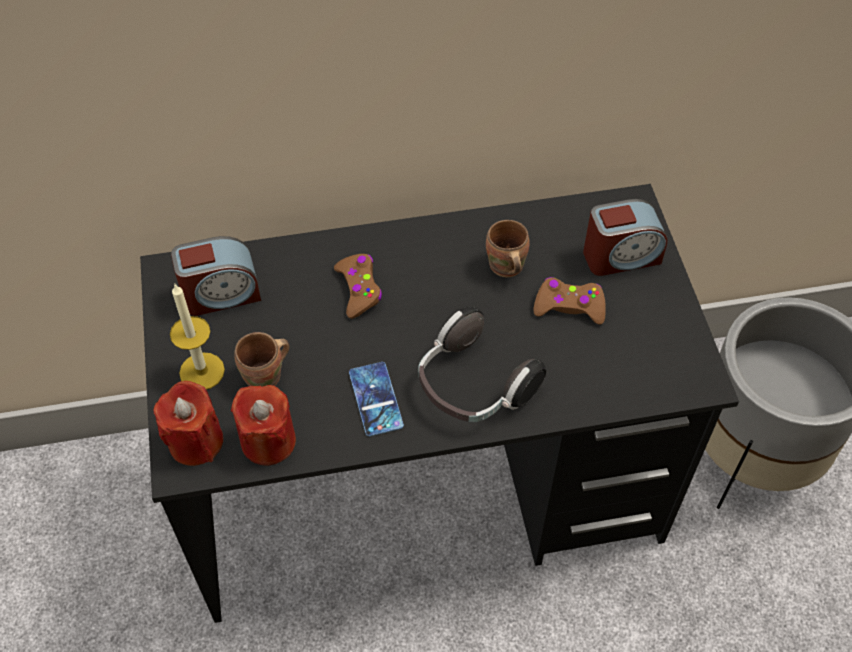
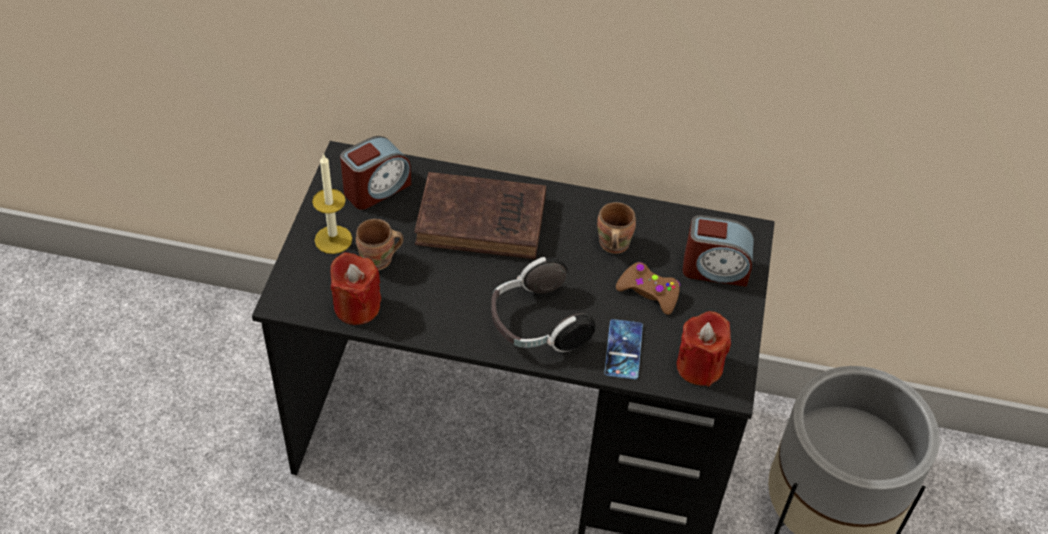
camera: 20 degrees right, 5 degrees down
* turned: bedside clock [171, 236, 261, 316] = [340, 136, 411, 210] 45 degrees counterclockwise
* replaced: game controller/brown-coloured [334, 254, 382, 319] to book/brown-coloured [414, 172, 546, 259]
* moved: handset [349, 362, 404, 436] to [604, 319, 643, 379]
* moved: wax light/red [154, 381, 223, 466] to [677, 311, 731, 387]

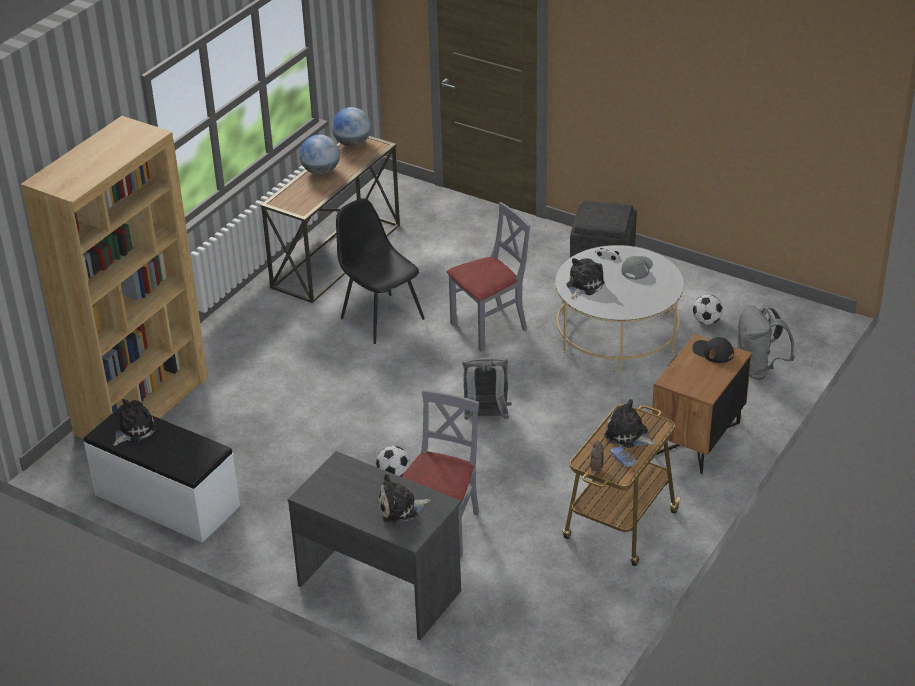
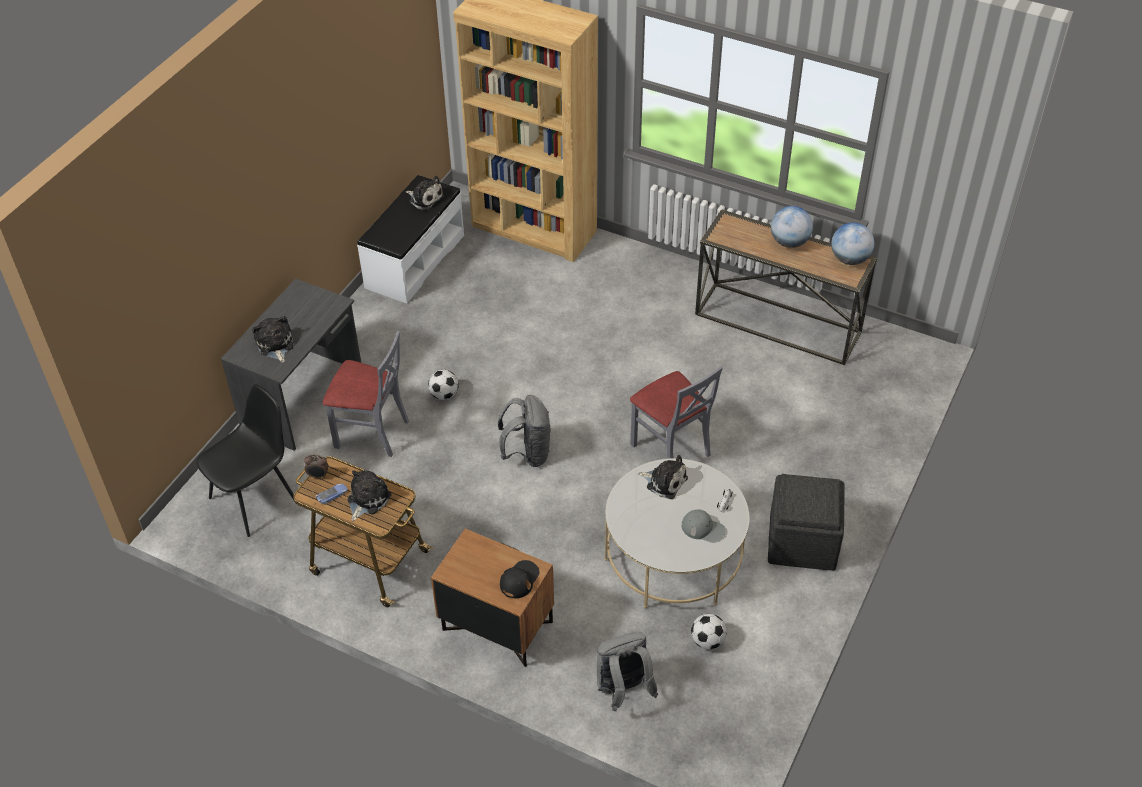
camera: 85 degrees right, 10 degrees up
* moved: chair/black [336, 199, 425, 344] to [197, 384, 297, 537]

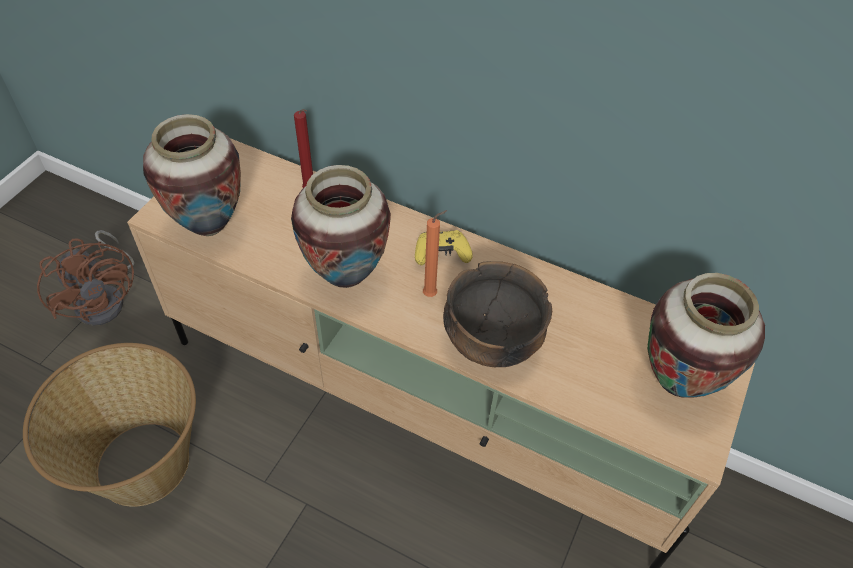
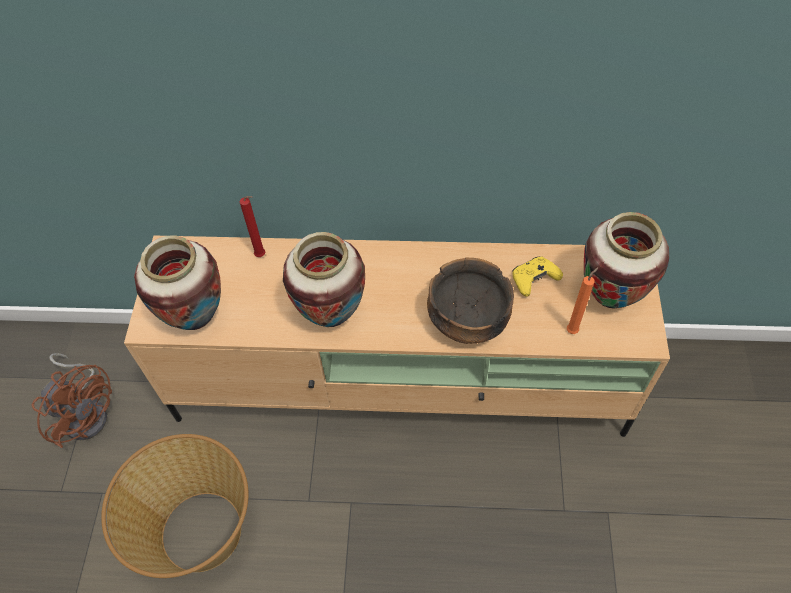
camera: 20 degrees left, 5 degrees up
* moved: wax light/orangey [423, 210, 447, 297] to [567, 267, 599, 334]
* moved: game controller/yellow-coloured [415, 230, 473, 265] to [512, 256, 563, 296]

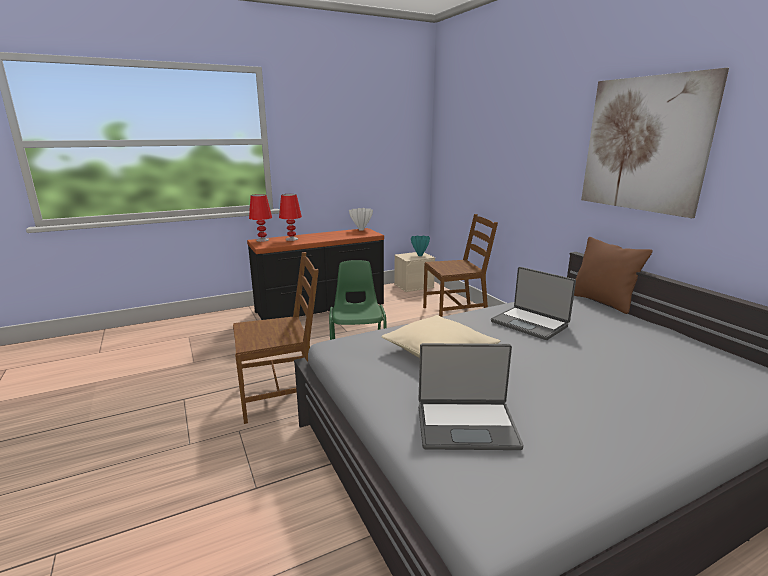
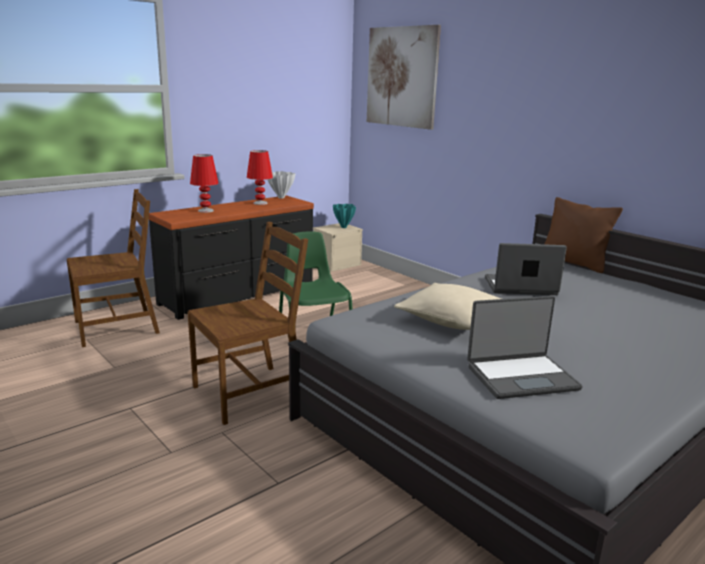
camera: 15 degrees left, 0 degrees up
* moved: picture [581, 68, 729, 218] to [367, 25, 441, 130]
* moved: lamp for a table/red [249, 194, 272, 242] to [247, 150, 273, 205]
* moved: chair/brown-coloured [423, 214, 498, 317] to [67, 189, 160, 347]
* turned: notebook computer [491, 267, 576, 340] = [485, 243, 567, 295] 150 degrees clockwise

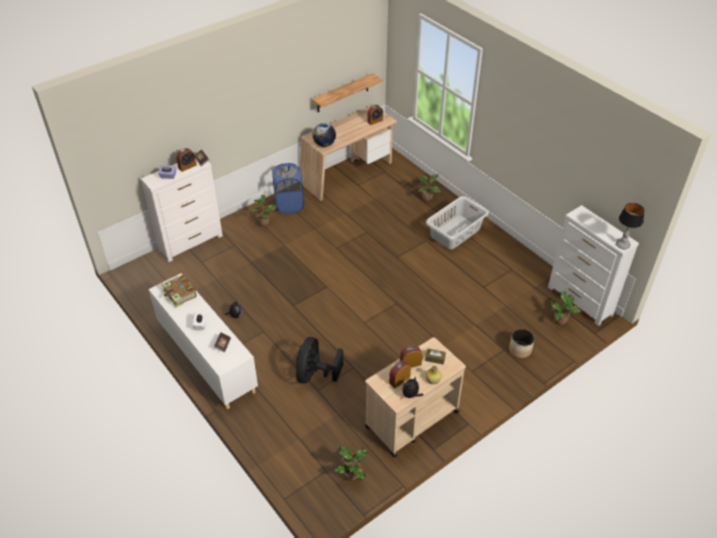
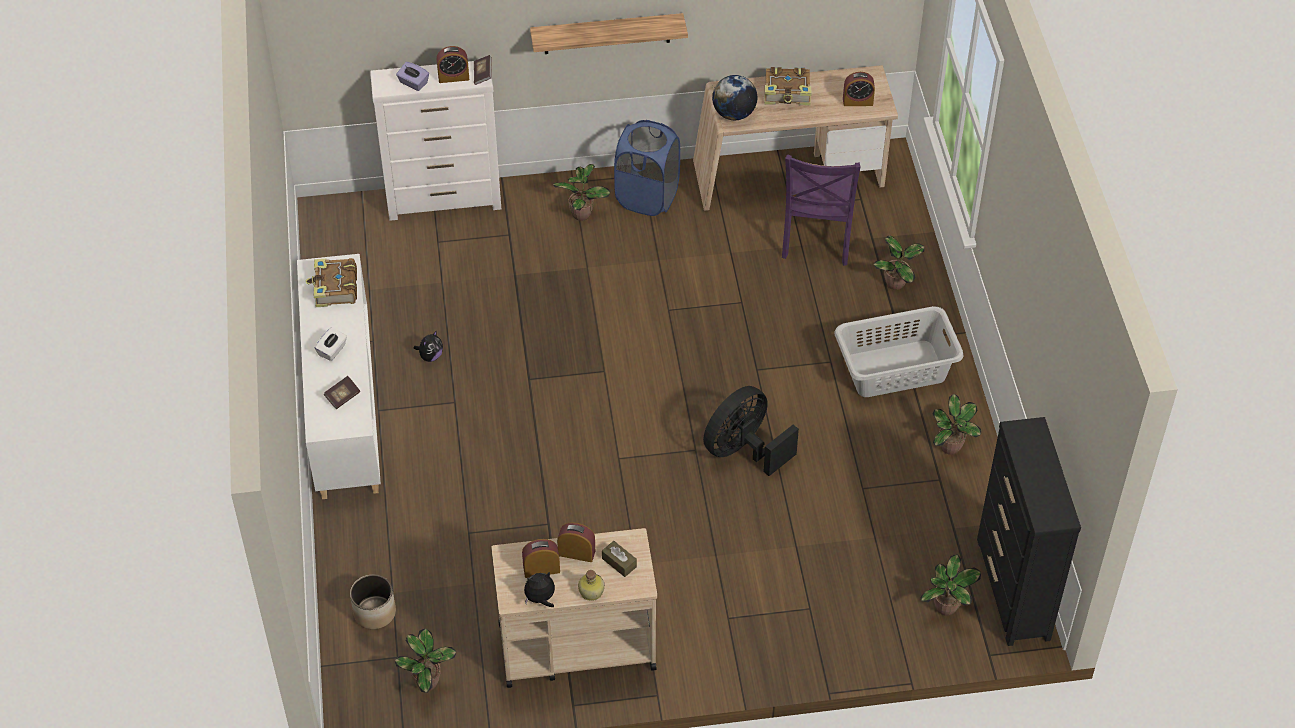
camera: 30 degrees right, 5 degrees up
* moved: bracket shelf [312, 73, 383, 112] to [530, 13, 688, 54]
* removed: lamp for a table [616, 203, 645, 249]
* recoloured: chest of drawers/whitish [548, 205, 639, 326] to chest of drawers/black [977, 417, 1081, 646]
* moved: plant pot [509, 329, 535, 358] to [350, 575, 396, 629]
* moved: cooling fan/black [296, 337, 343, 384] to [703, 386, 799, 476]
* added: book [764, 67, 811, 106]
* added: chair/purple [782, 154, 860, 266]
* added: houseplant [933, 394, 981, 455]

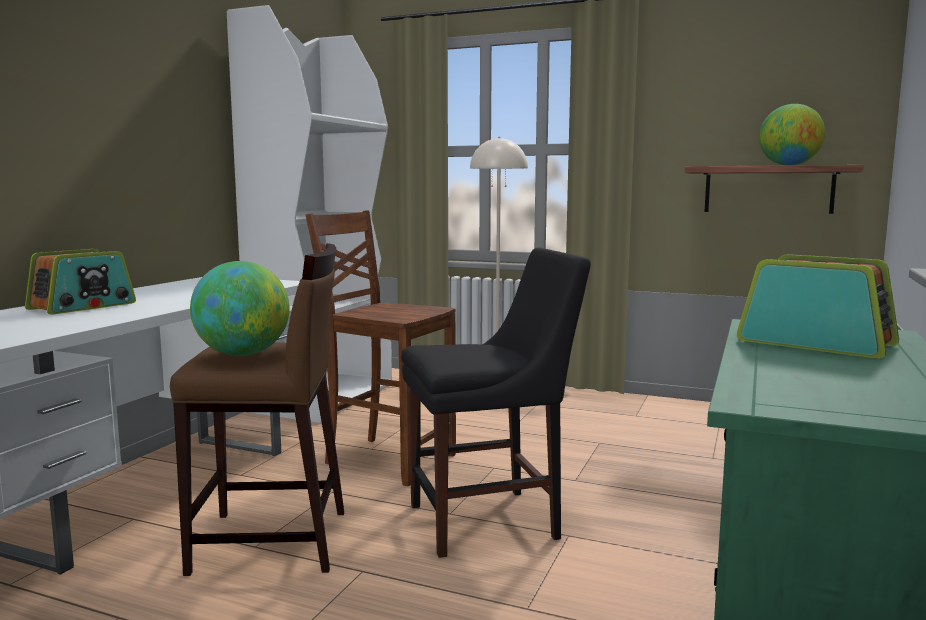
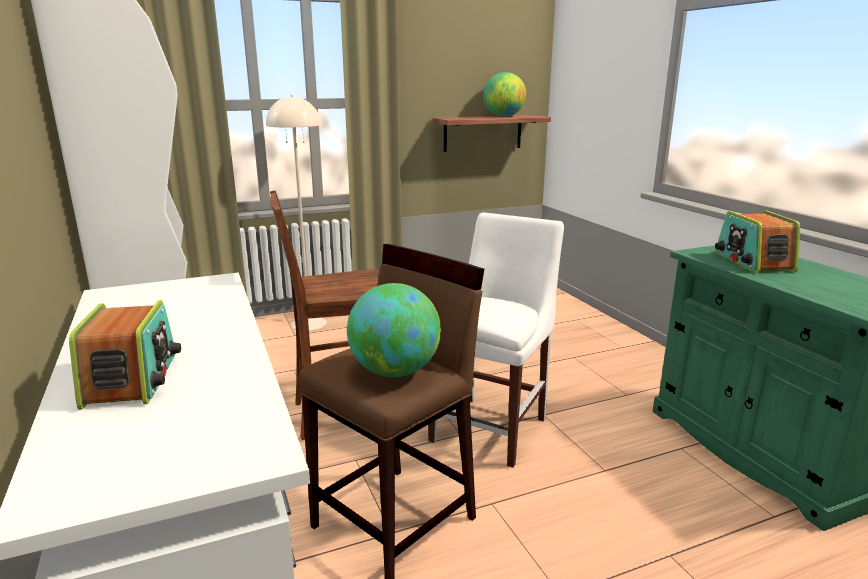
camera: 45 degrees left, 10 degrees up
* recoloured: chair/black [401, 247, 591, 558] to chair/whitish [428, 212, 564, 468]
* turned: radio set [737, 254, 899, 359] = [715, 210, 800, 273] 90 degrees counterclockwise

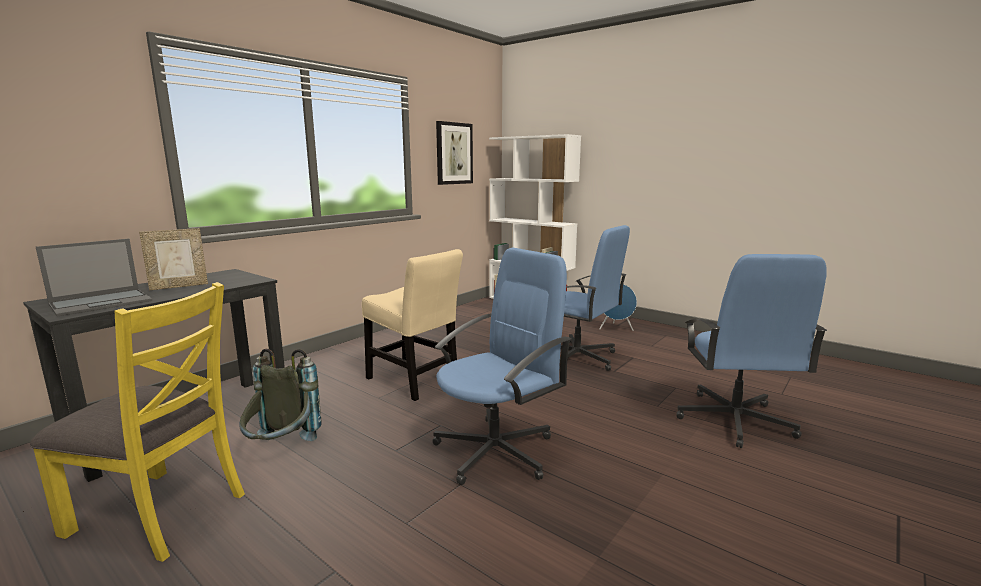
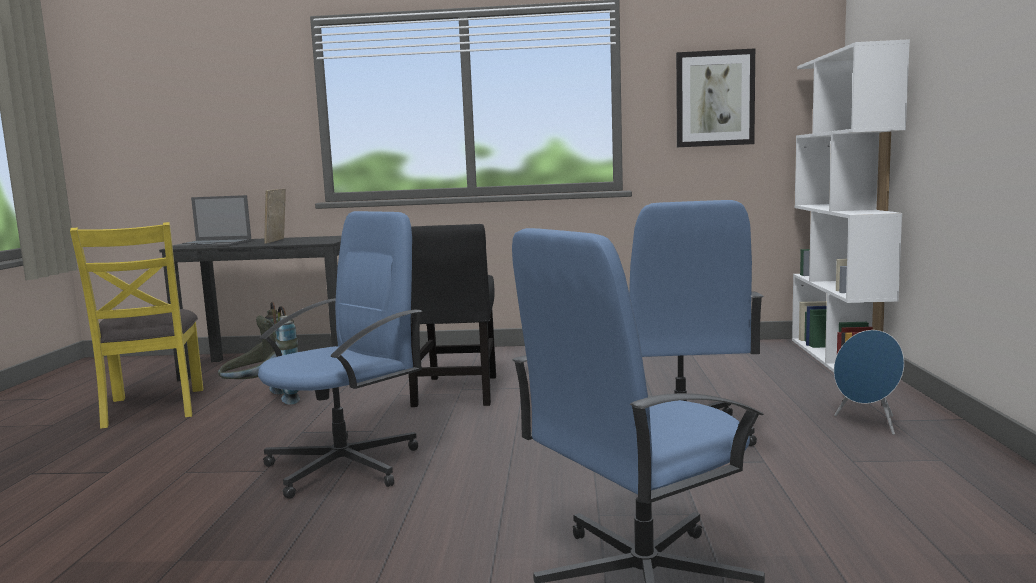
camera: 55 degrees right, 5 degrees down
* turned: standing frame [139, 228, 208, 290] = [264, 189, 286, 244] 75 degrees clockwise
* turned: computer chair/blue-coloured [432, 248, 571, 485] = [258, 211, 422, 499] 60 degrees counterclockwise
* recoloured: chair/sand-coloured [362, 249, 463, 401] to chair/black [409, 224, 496, 407]

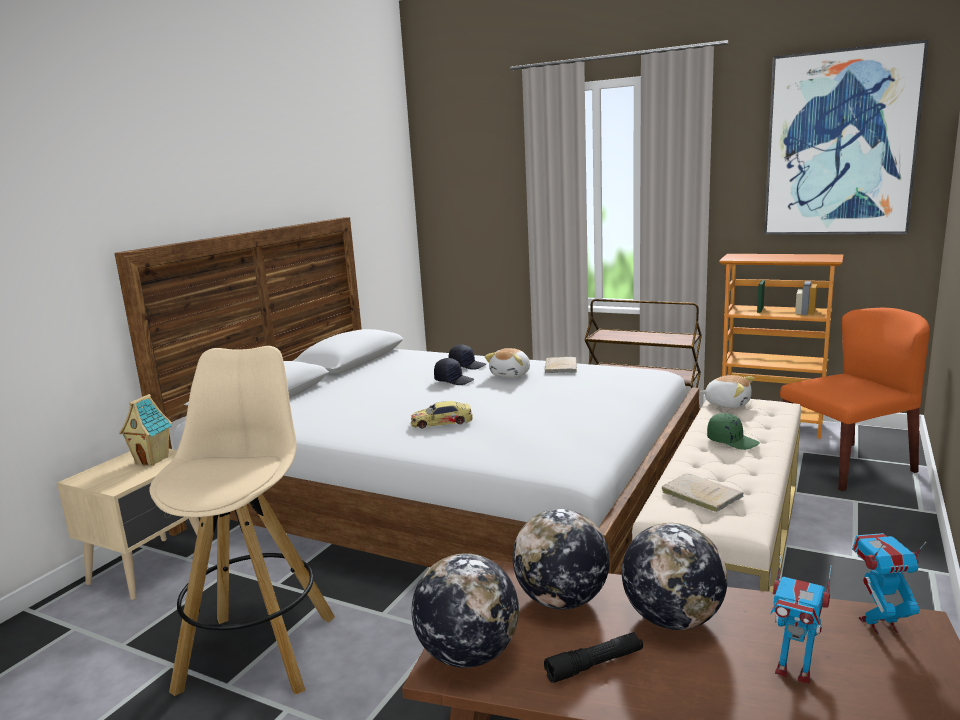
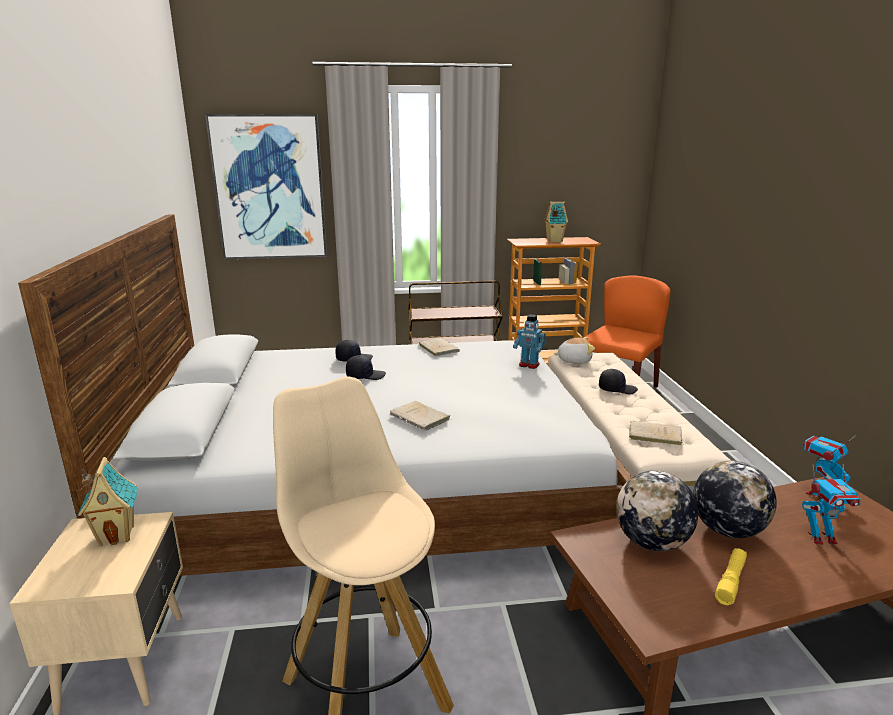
camera: 35 degrees left, 5 degrees up
* moved: picture [764, 39, 929, 235] to [205, 114, 327, 259]
* removed: cuddly toy [485, 348, 530, 378]
* replaced: toy car [411, 401, 473, 429] to book/sand-coloured [390, 401, 451, 430]
* recoloured: baseball cap/greenish [707, 413, 760, 450] to baseball cap/black [599, 369, 638, 394]
* removed: globe [411, 553, 519, 668]
* recoloured: flashlight/black [544, 632, 643, 683] to flashlight/yellow-coloured [715, 548, 747, 605]
* added: miniature house [544, 202, 568, 242]
* added: toy robot [513, 314, 546, 369]

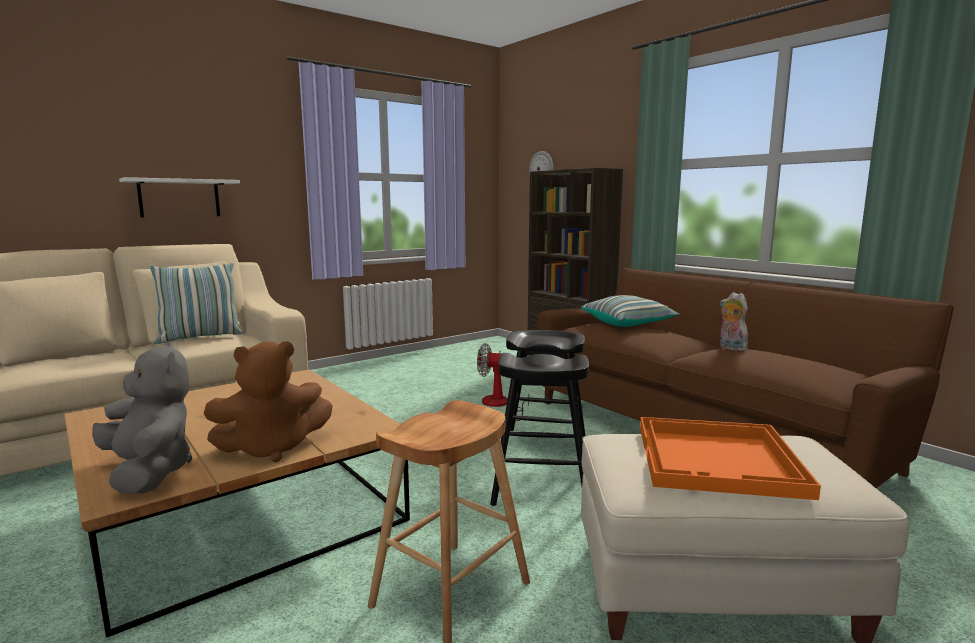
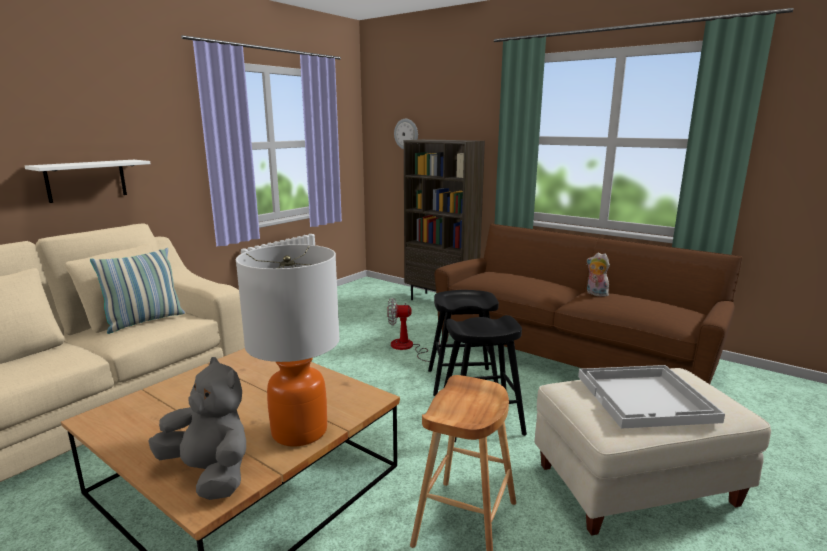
camera: 15 degrees left, 5 degrees up
* removed: cushion [581, 295, 680, 327]
* replaced: cuddly toy/brown-coloured [204, 341, 333, 462] to lamp for a table [236, 244, 340, 447]
* recoloured: tray/orangey [640, 417, 821, 500] to tray/whitish [578, 365, 725, 429]

